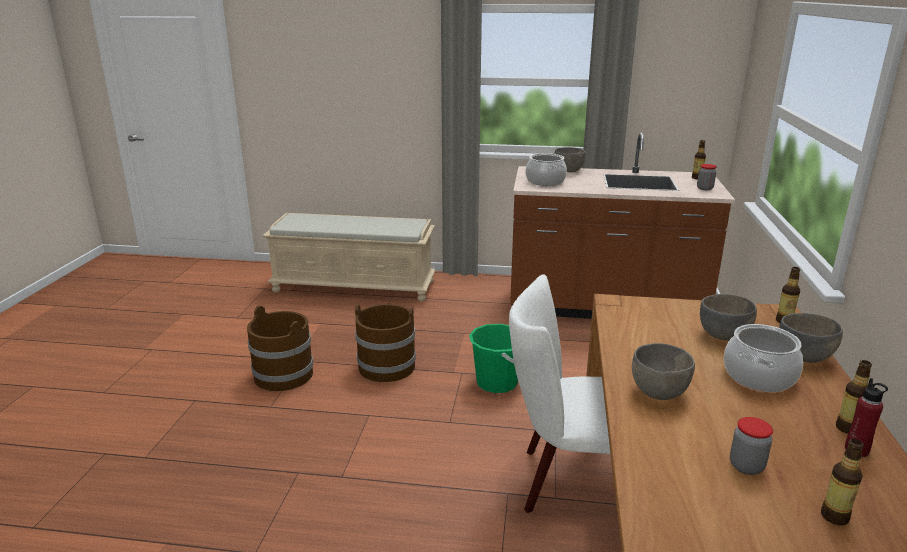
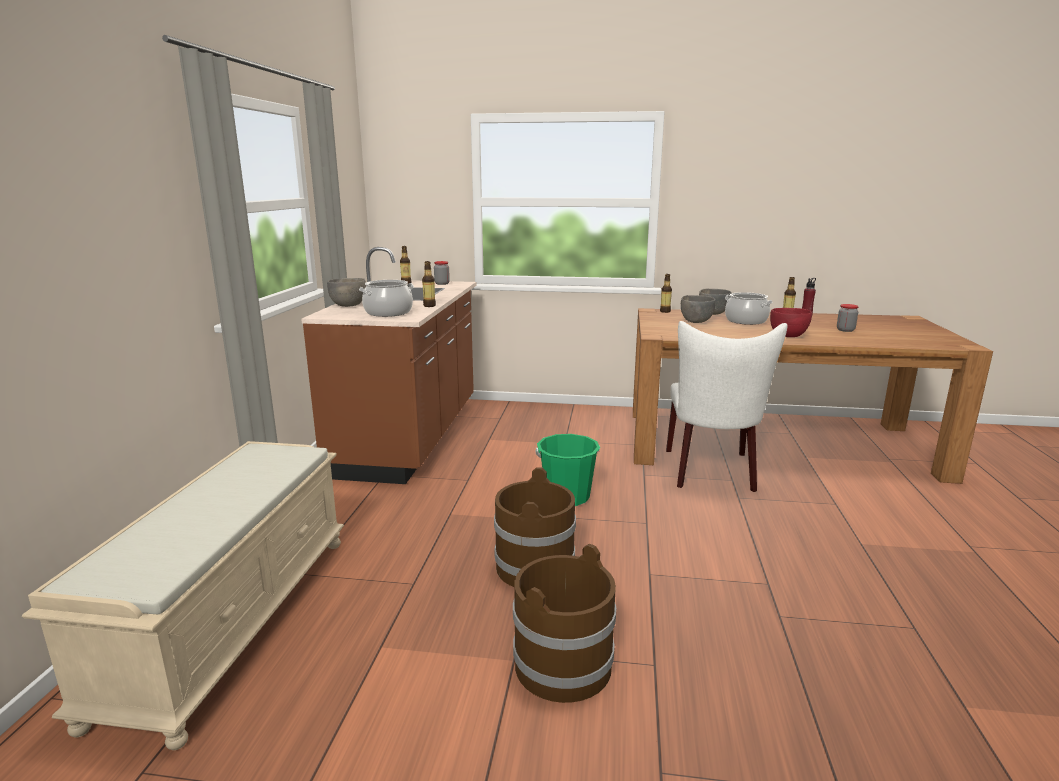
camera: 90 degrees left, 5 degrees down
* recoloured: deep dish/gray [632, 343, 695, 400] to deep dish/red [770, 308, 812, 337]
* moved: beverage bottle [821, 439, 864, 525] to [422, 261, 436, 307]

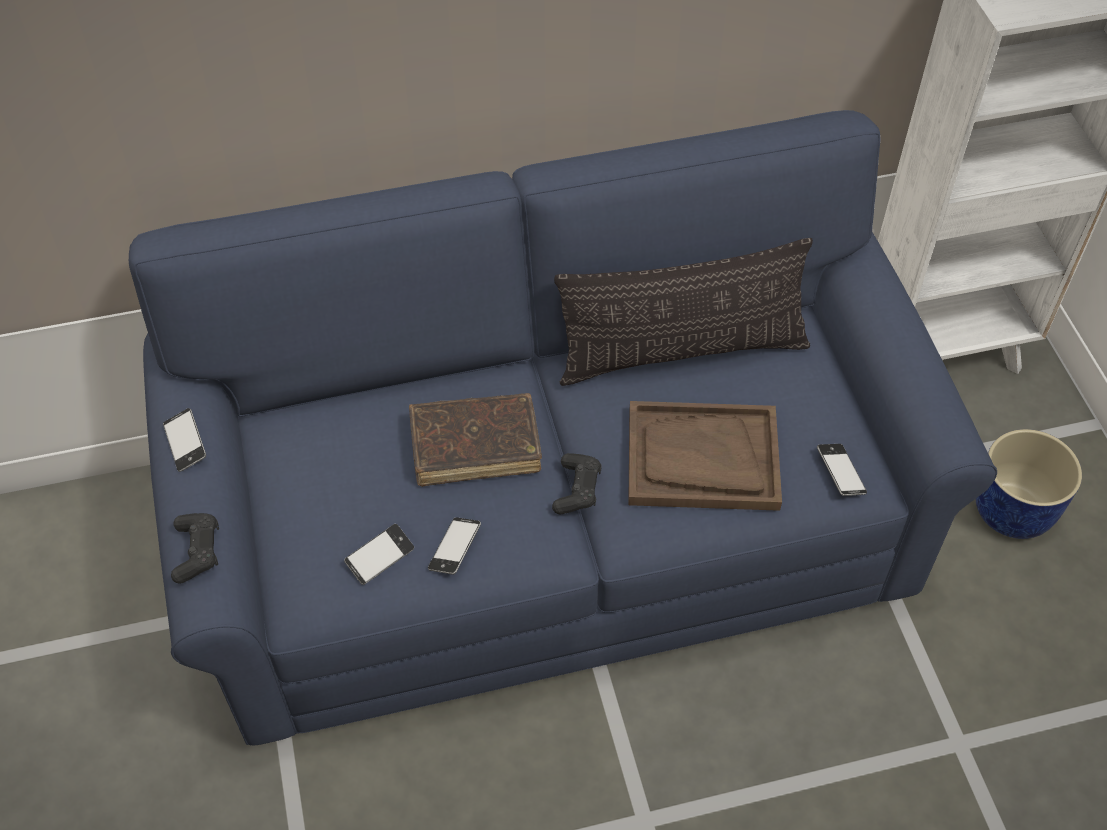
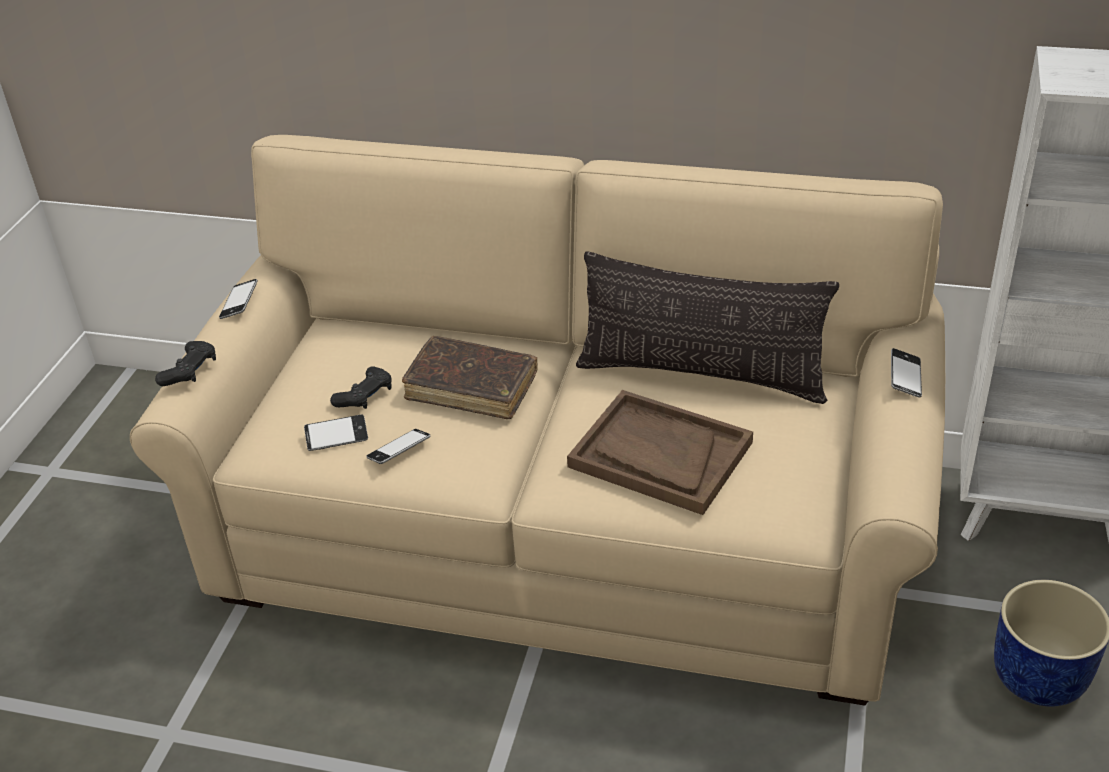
camera: 30 degrees right, 15 degrees down
* recoloured: settee/blue-coloured [129, 110, 997, 746] to settee/sand-coloured [130, 135, 945, 706]
* moved: handset [817, 444, 867, 496] to [891, 348, 922, 398]
* moved: game controller/black [552, 453, 602, 514] to [330, 366, 392, 409]

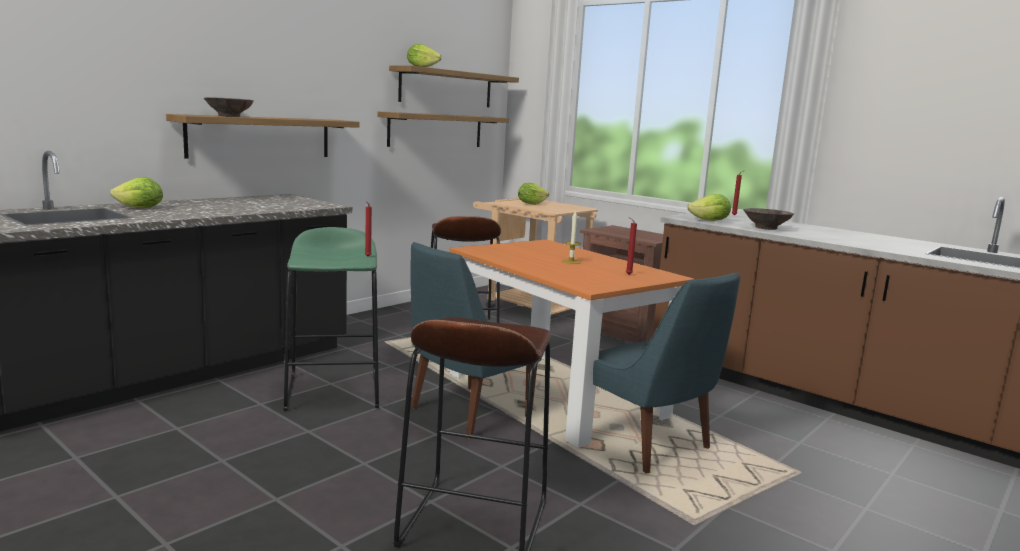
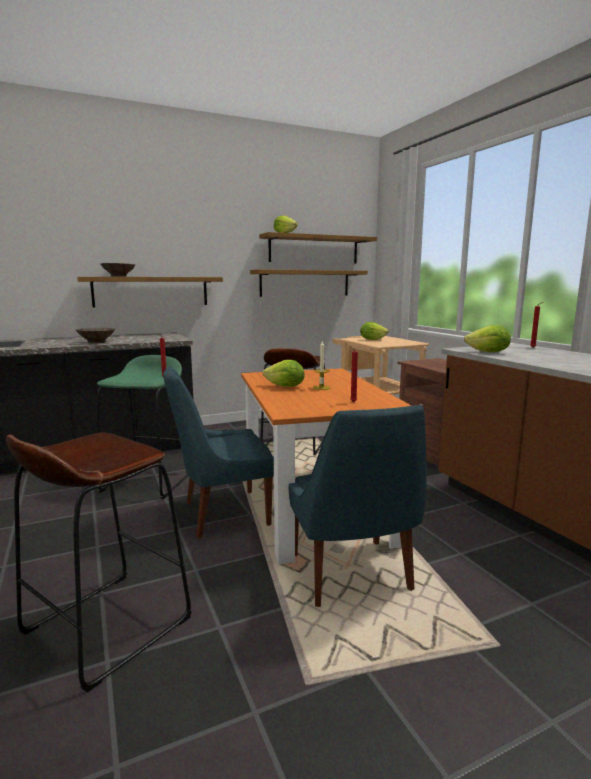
camera: 25 degrees right, 0 degrees up
* moved: head of lettuce [110, 177, 163, 208] to [263, 360, 305, 387]
* moved: deep dish/brown-coloured [743, 208, 794, 230] to [75, 328, 115, 343]

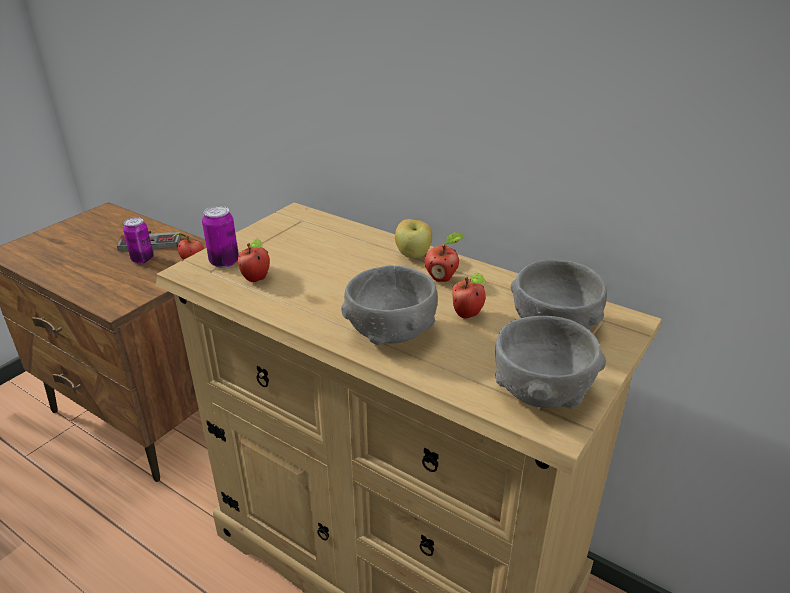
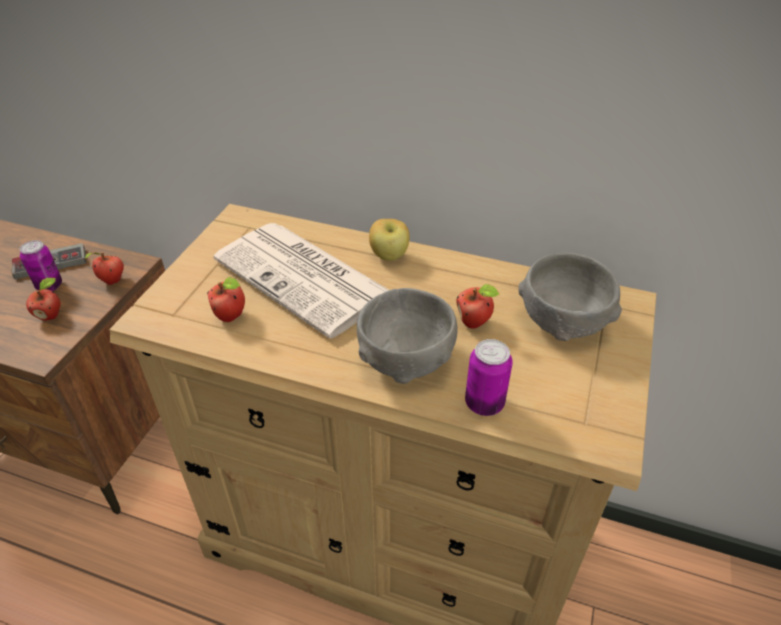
camera: 15 degrees left, 10 degrees up
* moved: sealed can [202, 206, 239, 268] to [465, 339, 513, 416]
* moved: apple fruit [425, 232, 463, 282] to [26, 278, 61, 321]
* removed: deep dish/gray [495, 316, 606, 409]
* added: newspaper [213, 223, 389, 339]

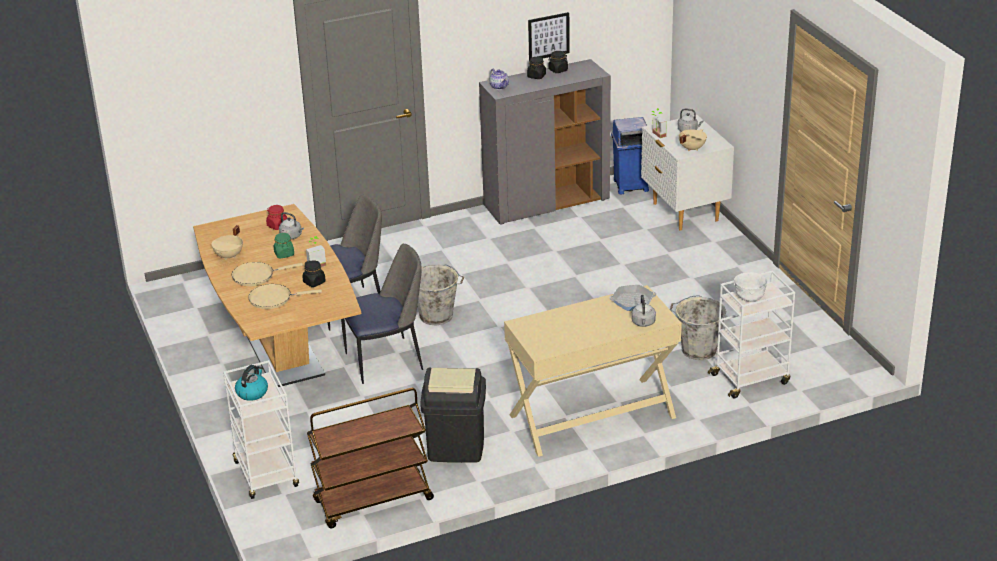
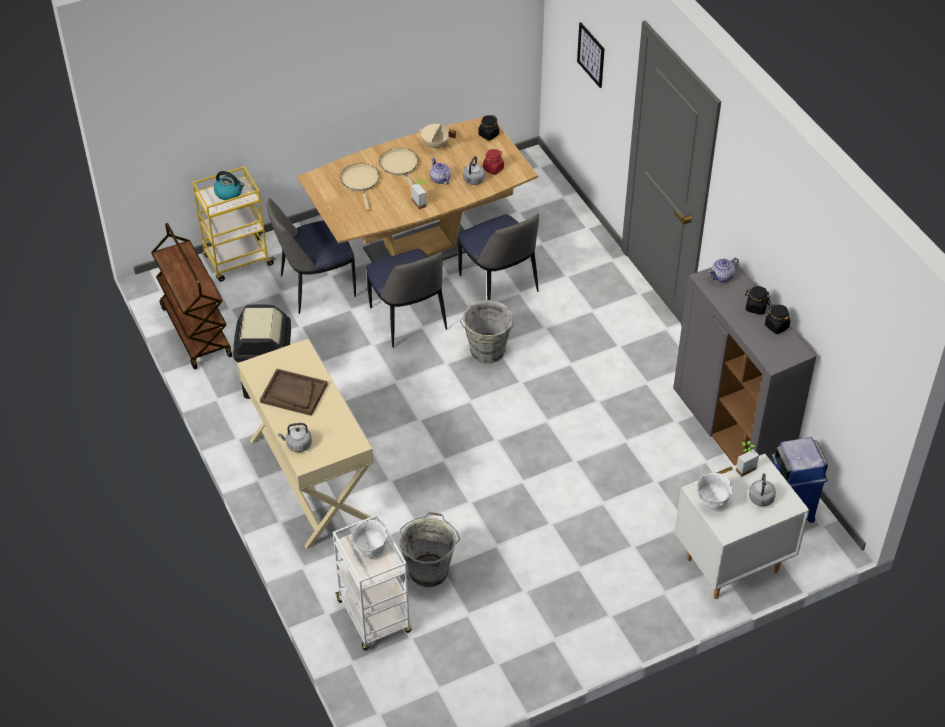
camera: 85 degrees right, 15 degrees up
* moved: picture [528, 12, 570, 61] to [577, 22, 604, 88]
* replaced: saucepot/sand-coloured [679, 129, 707, 151] to deep dish/whitish [697, 473, 733, 510]
* replaced: preserve jar/greenish [273, 233, 294, 259] to pot for tea [430, 158, 451, 185]
* moved: preserve jar/black [302, 260, 325, 287] to [478, 115, 499, 140]
* removed: pan [609, 285, 656, 311]
* recoloured: wheeled cart/whitish [223, 360, 299, 499] to wheeled cart/yellow-coloured [192, 166, 276, 282]
* added: chair [267, 198, 356, 314]
* added: tray/brown-coloured [260, 369, 328, 416]

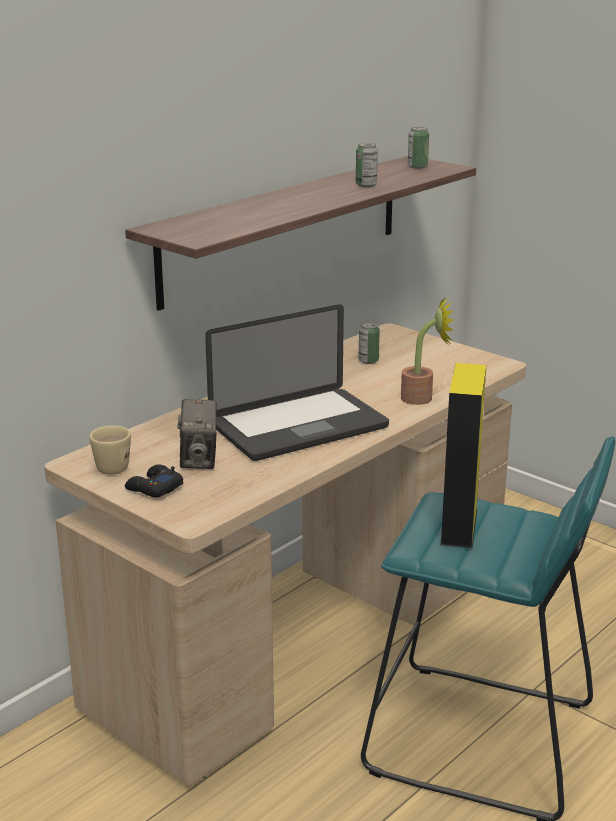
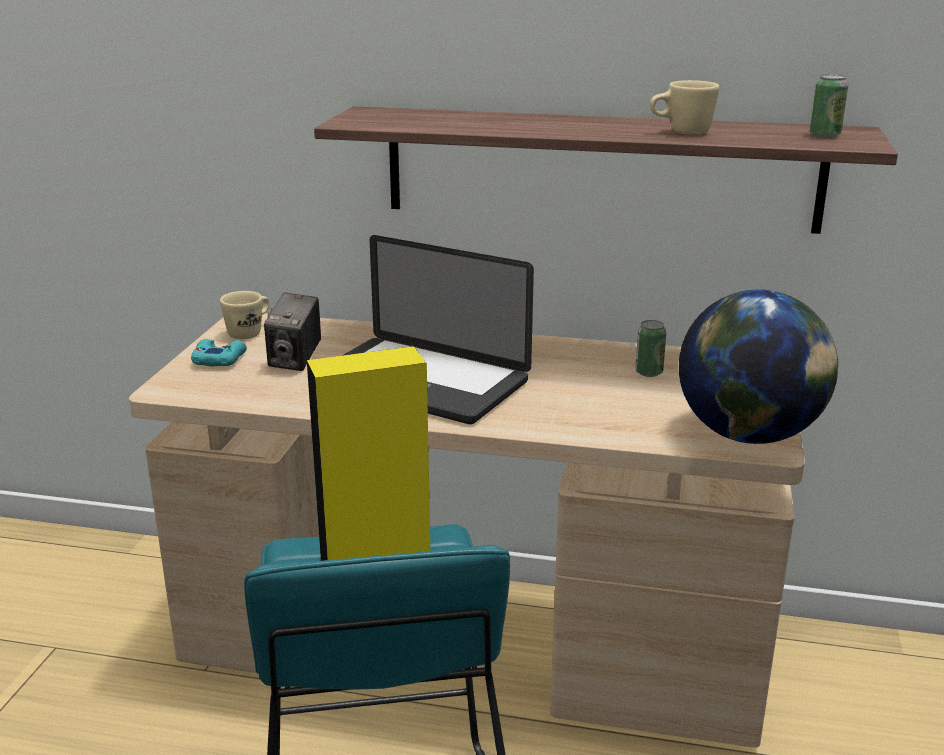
camera: 60 degrees right, 0 degrees up
* replaced: sealed can [356, 143, 378, 187] to mug/sand-coloured [650, 80, 719, 135]
* removed: houseplant [401, 298, 454, 405]
* turned: photo camera [177, 399, 217, 469] = [264, 292, 321, 371] 45 degrees counterclockwise
* recoloured: game controller/black [125, 464, 183, 498] to game controller/turquoise-coloured [191, 339, 247, 366]
* added: globe [679, 289, 838, 444]

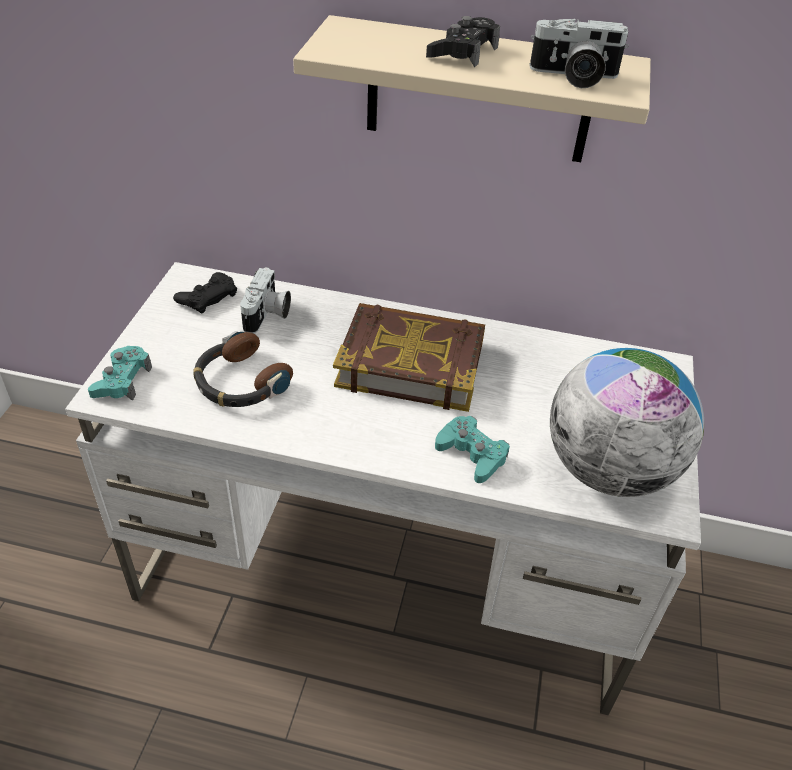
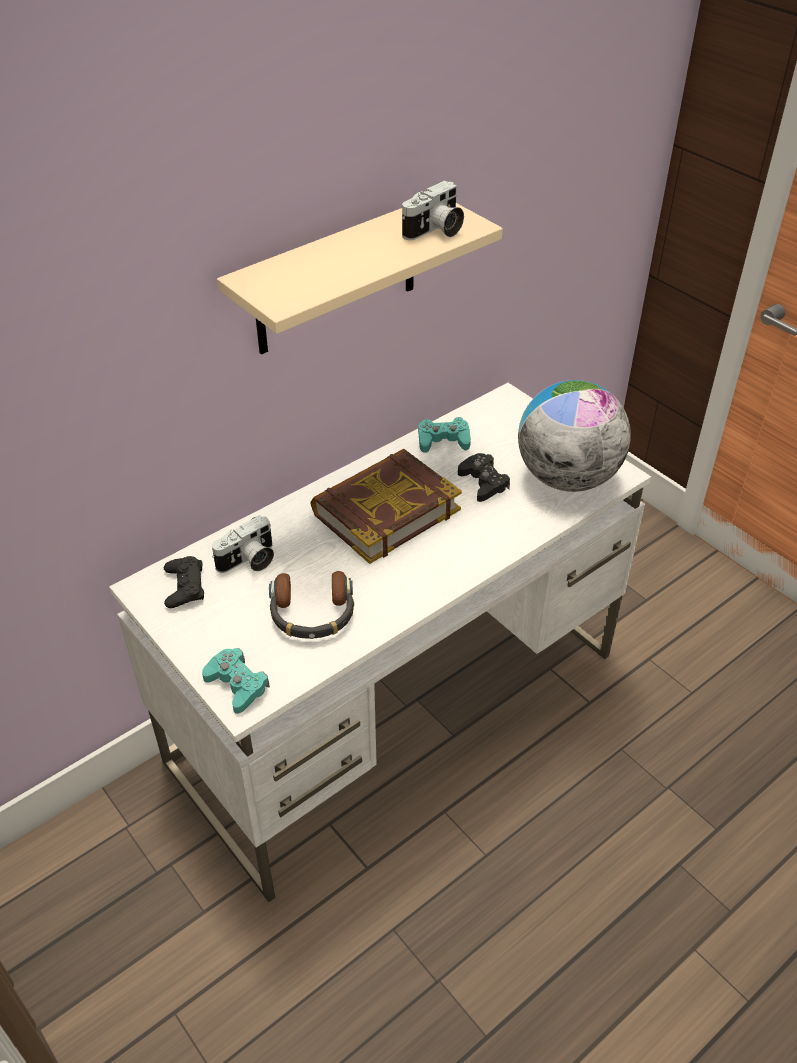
camera: 50 degrees left, 0 degrees up
* moved: game controller/black [426, 16, 500, 67] to [458, 453, 510, 502]
* turned: photo camera [240, 267, 291, 334] = [212, 515, 274, 573] 90 degrees clockwise
* moved: game controller/turquoise-coloured [435, 416, 510, 483] to [418, 417, 471, 453]

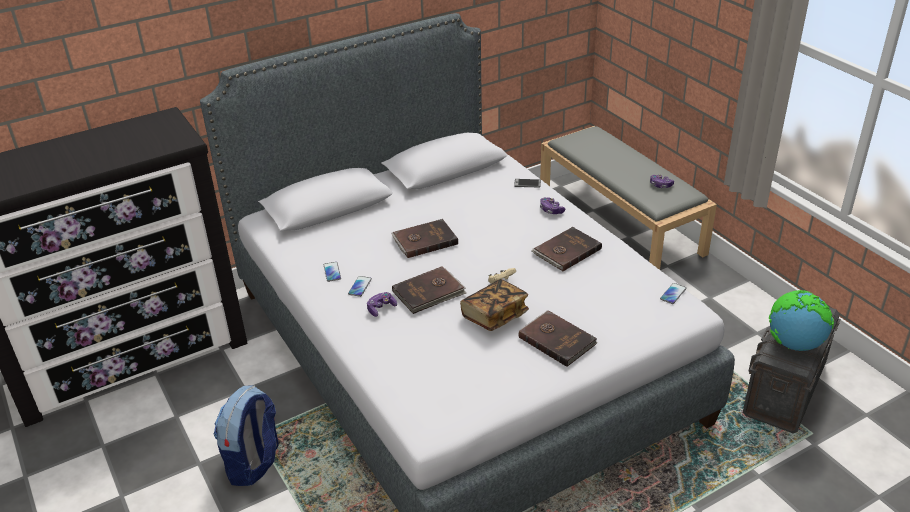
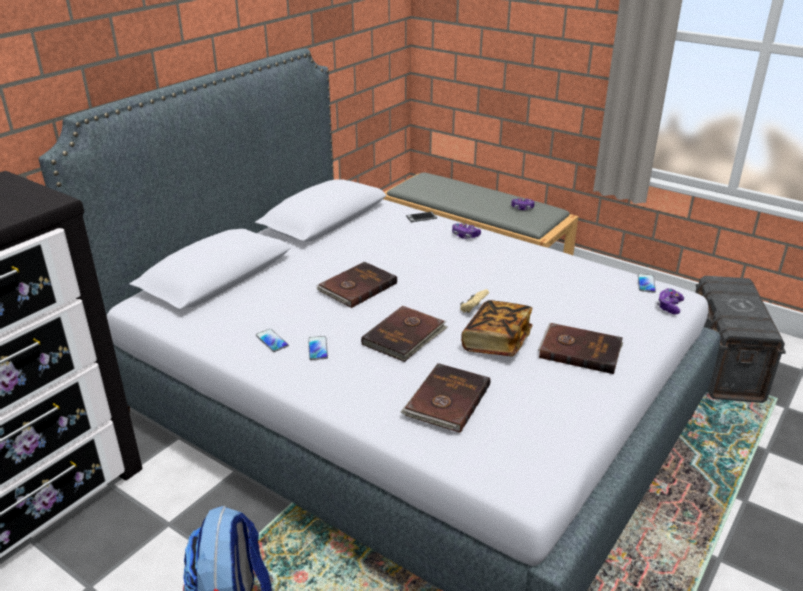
camera: 25 degrees left, 5 degrees down
* moved: book/brown-coloured [531, 227, 602, 271] to [400, 363, 490, 433]
* removed: globe [769, 290, 834, 351]
* moved: game controller [367, 292, 397, 317] to [657, 288, 684, 314]

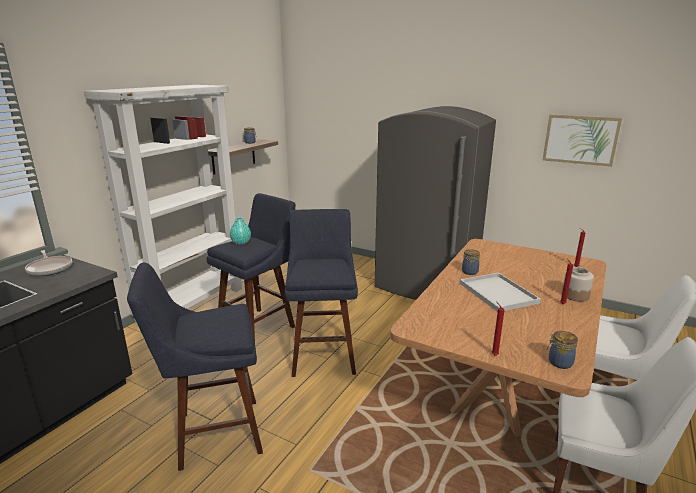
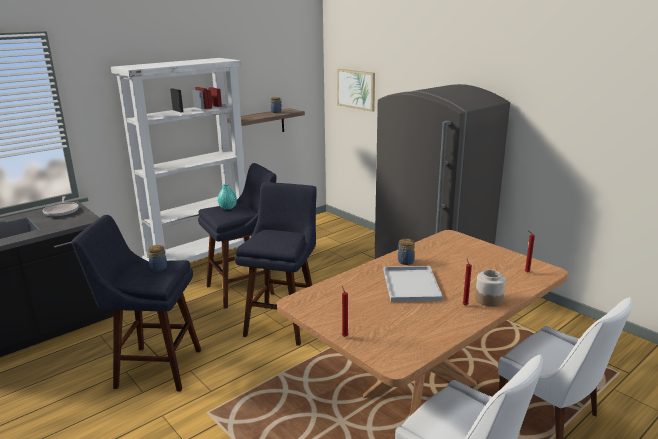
camera: 20 degrees right, 0 degrees up
* moved: picture [543, 115, 622, 167] to [337, 69, 375, 112]
* moved: preserve jar [547, 331, 578, 369] to [148, 245, 167, 271]

